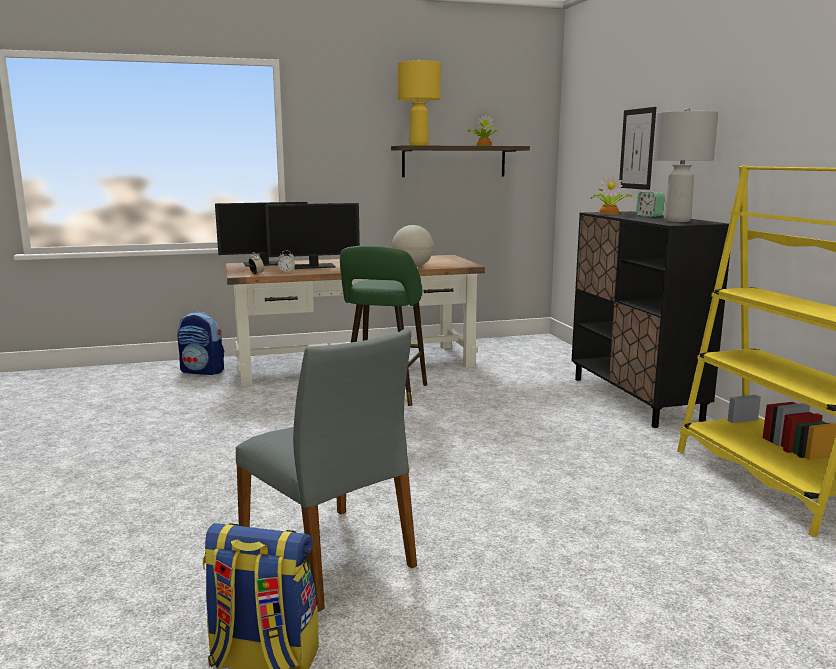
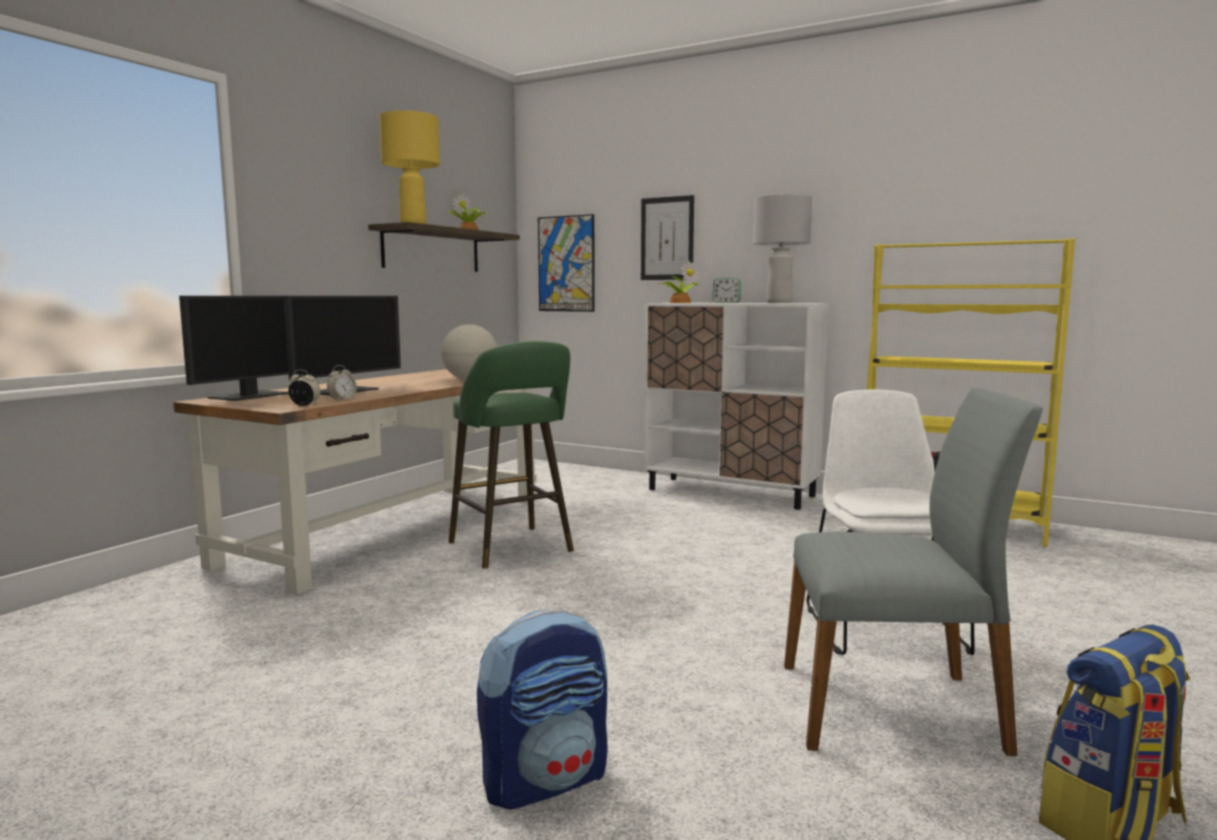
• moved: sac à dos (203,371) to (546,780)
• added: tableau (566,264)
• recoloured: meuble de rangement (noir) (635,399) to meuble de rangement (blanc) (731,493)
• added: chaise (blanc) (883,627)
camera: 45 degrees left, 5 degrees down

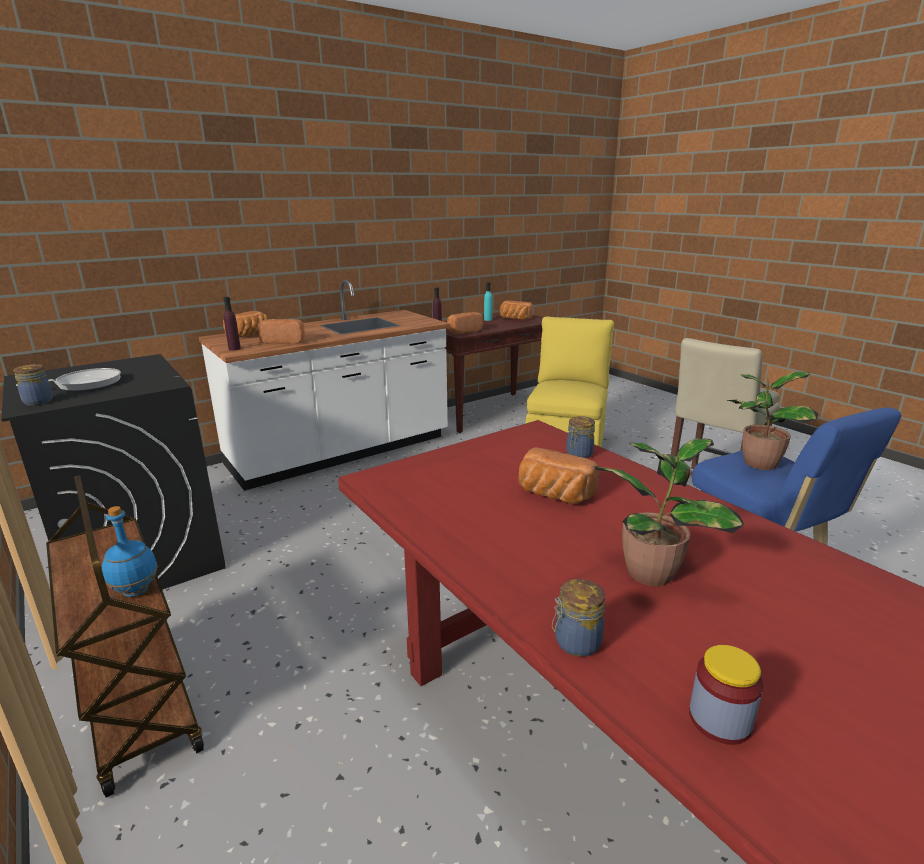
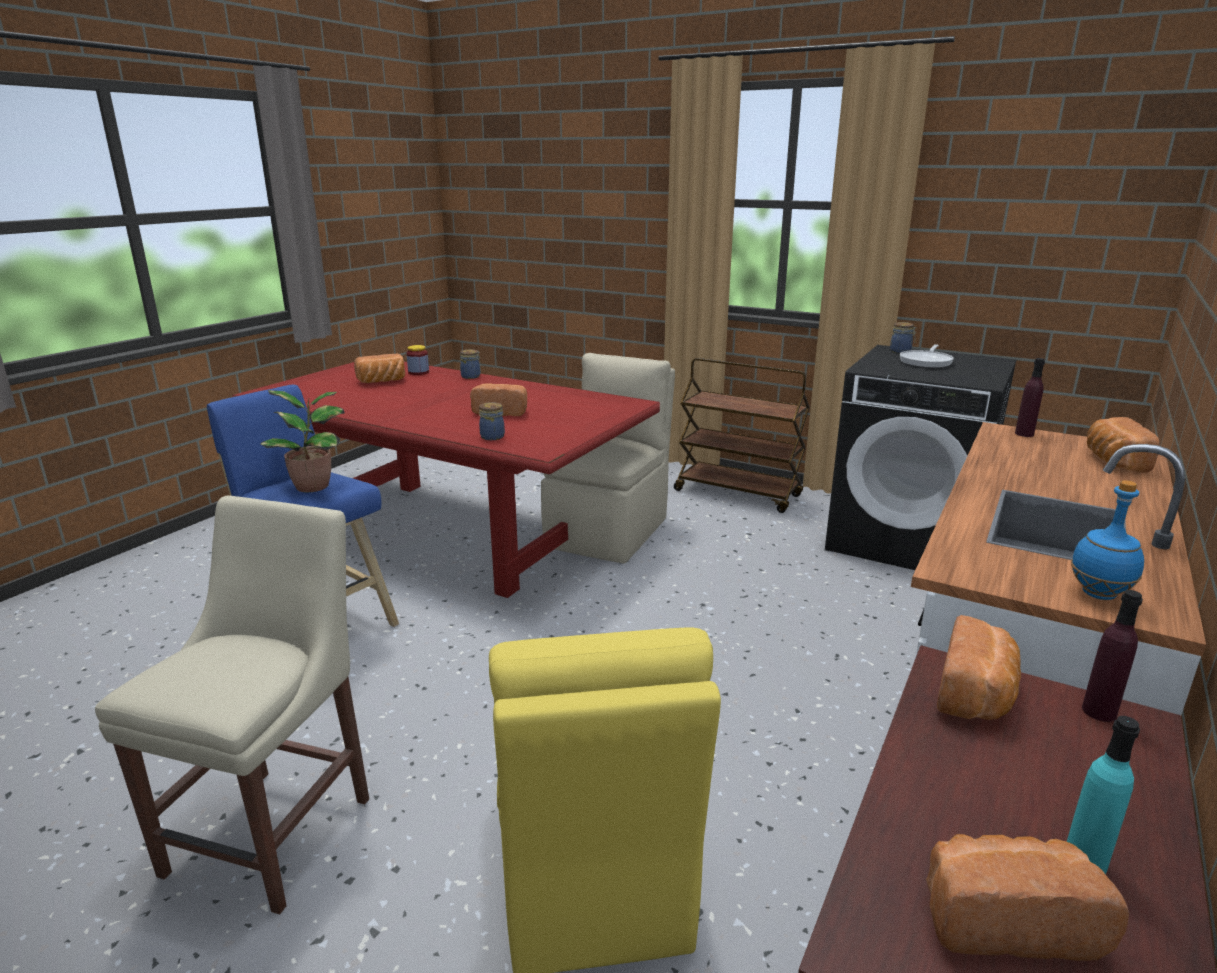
• moved: pain (284,341) to (382,382)
• added: chaise (beige) (609,531)
• moved: bouteille (bleu) (136,590) to (1099,594)
• removed: plante en pot (652,571)
camera: 155 degrees right, 0 degrees up

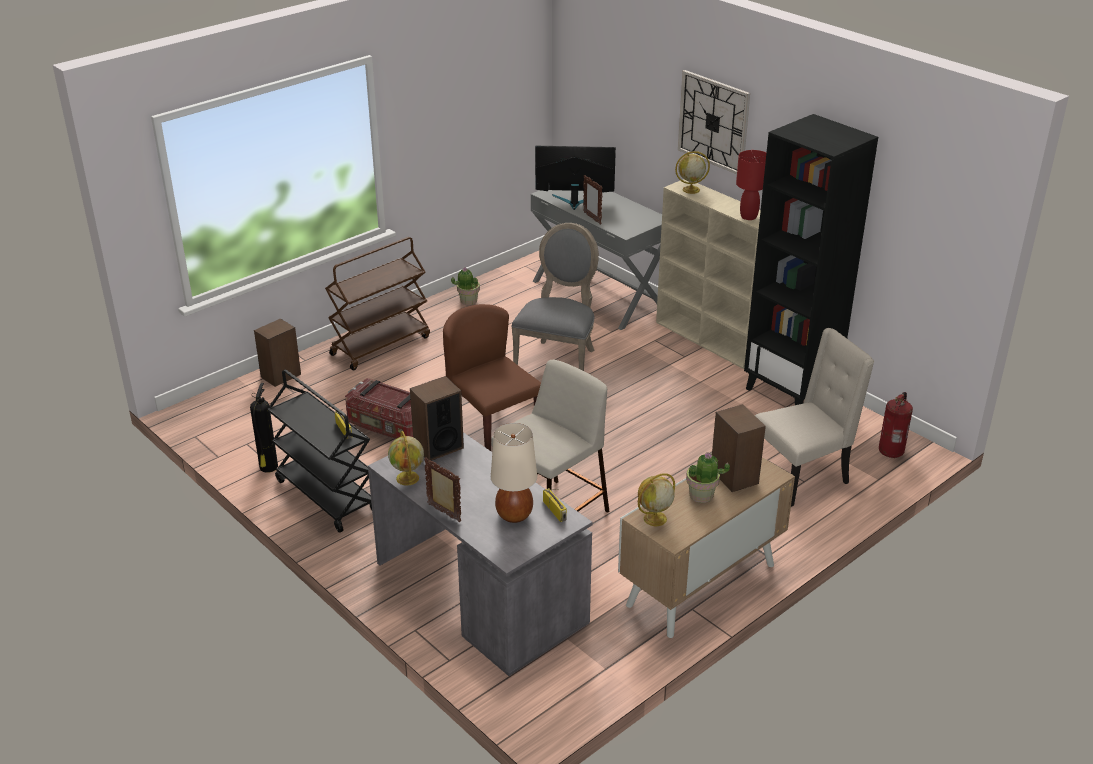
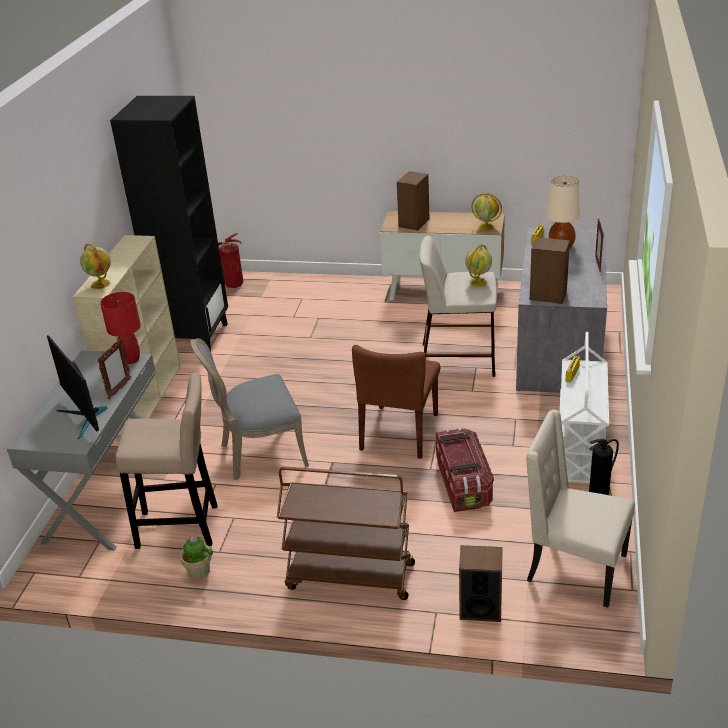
• moved: lampe de table (rouge) (749,216) to (130,359)
• added: tabouret (beige) (182,527)
• moved: globe (408,478) to (478,282)
• moved: chaise (beige) (801,476) to (574,569)
• recoloured: chariot (noir) (325,496) to chariot (blanc) (580,459)
• removed: horloge murale (713,122)
• removed: plante en pot (701,495)
camera: 125 degrees left, 0 degrees up

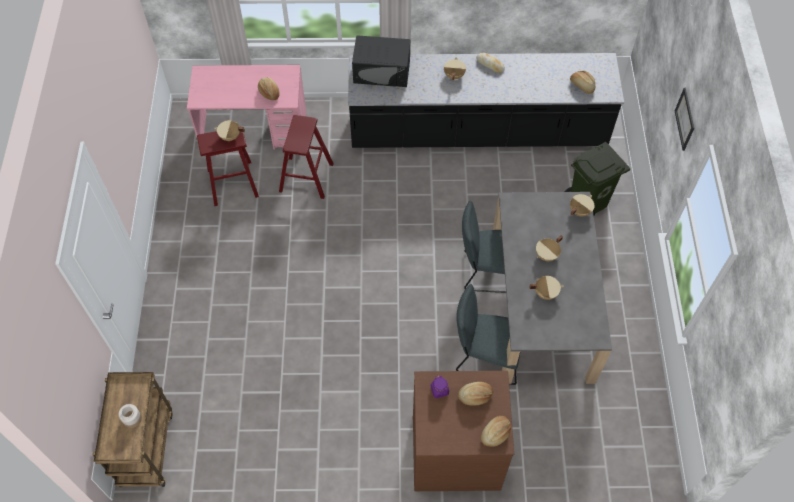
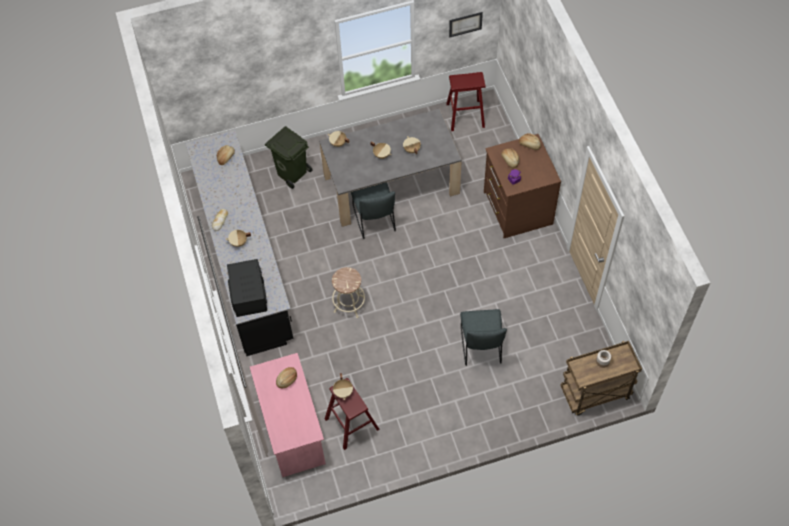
• added: tabouret (beige) (349,304)
• moved: tabouret (rouge) (306,177) to (465,115)
• moved: tableau (685,119) to (465,24)
• moved: chaise (gris) (486,356) to (481,347)
camera: 105 degrees left, 0 degrees up

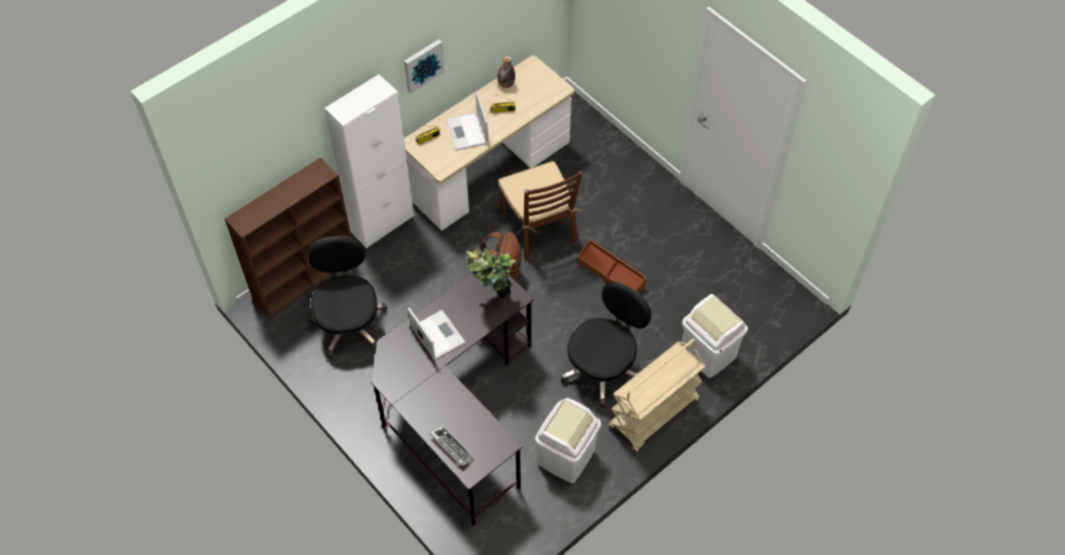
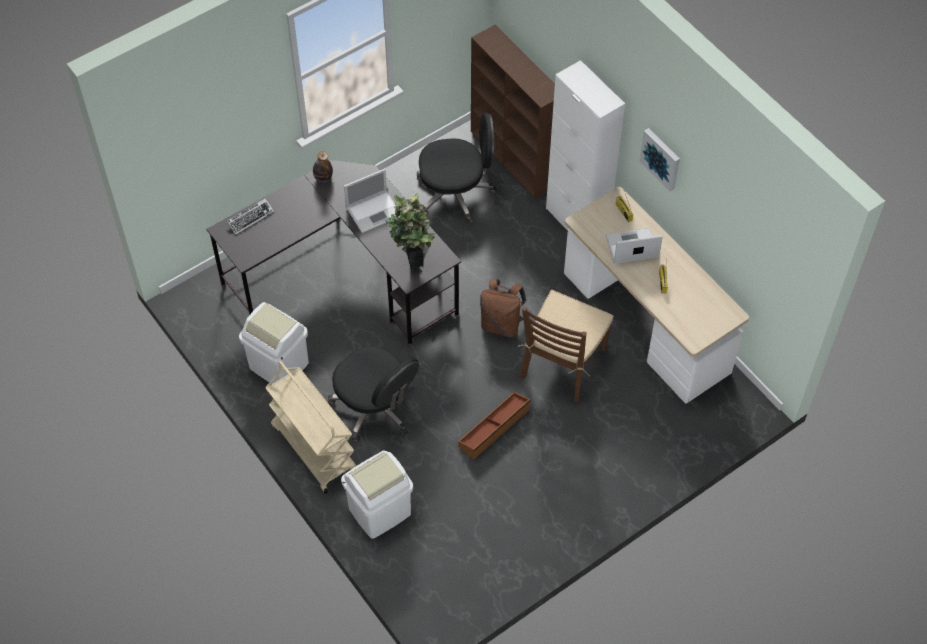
• moved: bouteille (506,84) to (323,178)
• turned: chaise (marron) (539,227) = (563,364) 45 degrees counterclockwise
camera: 95 degrees right, 0 degrees up

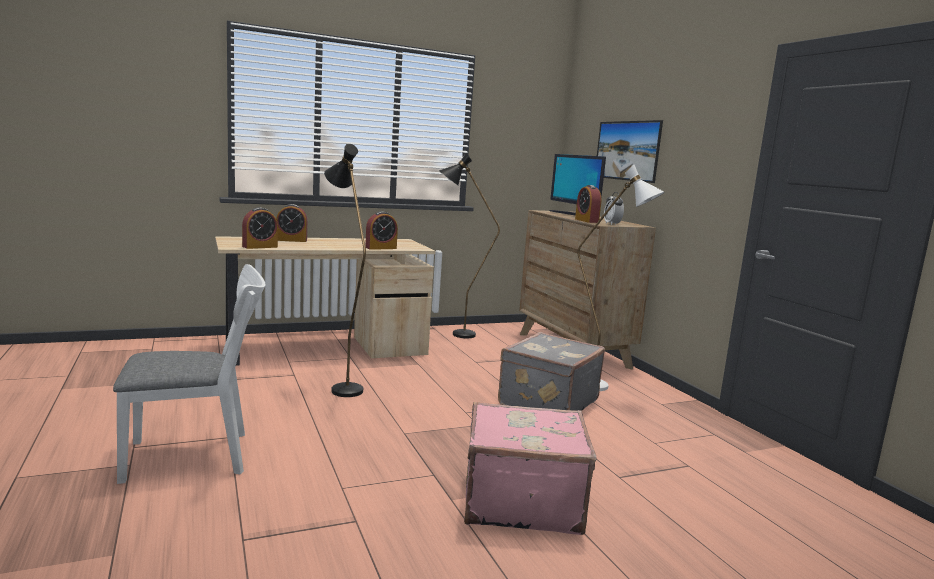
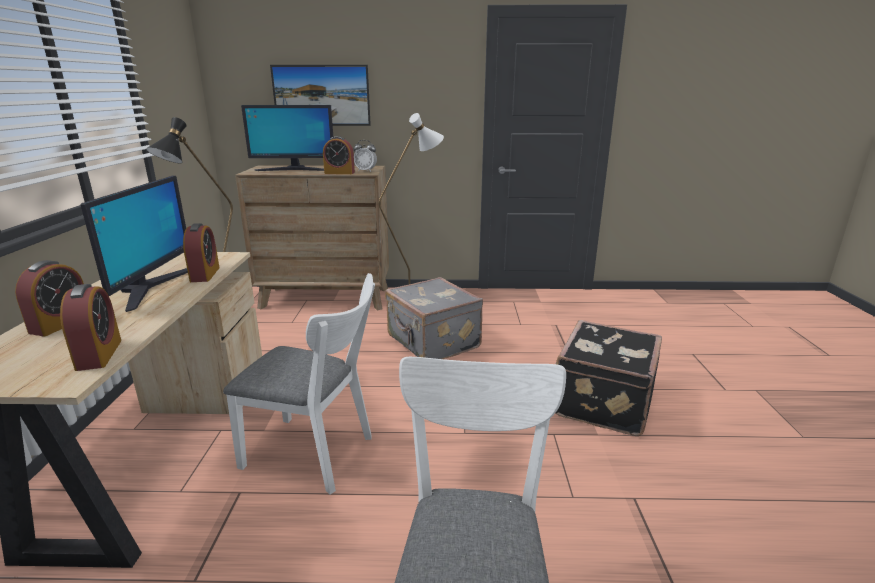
• added: écran d'ordinateur (150,288)
• replaced: lampadaire (noir) (342,387) to chaise (blanc) (316,454)
• recoloured: valise (rose) (520,501) to valise (noir) (601,402)
camera: 65 degrees left, 10 degrees up

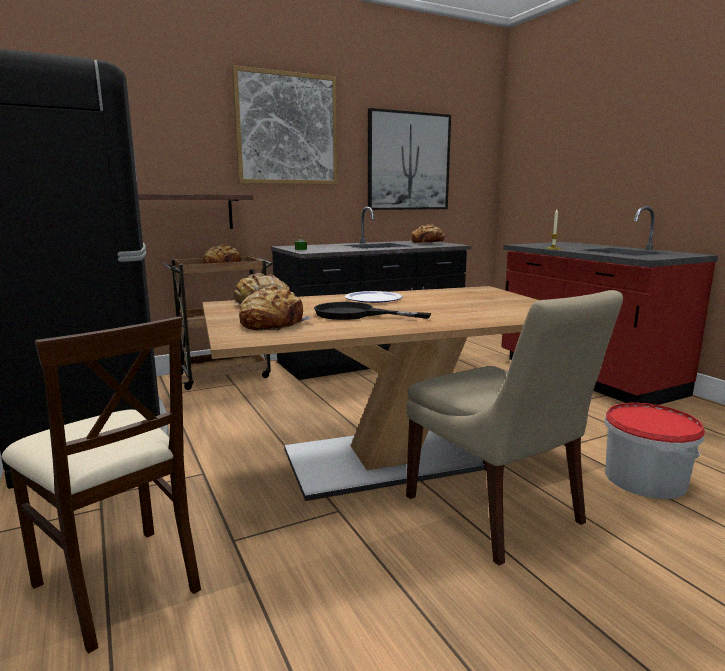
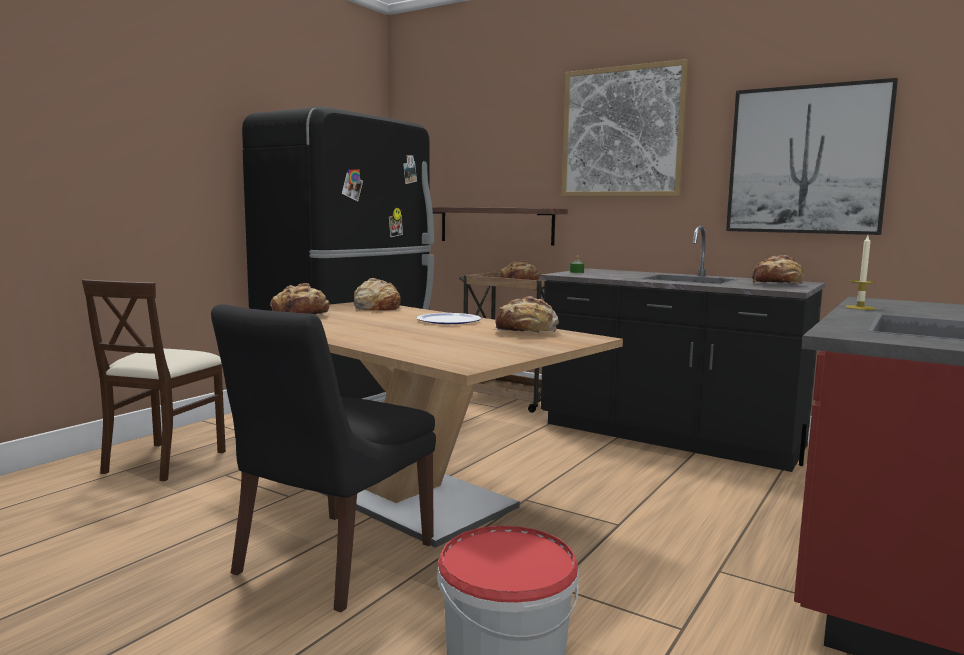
• recoloured: chaise (beige) (496,512) to chaise (noir) (331,561)
• added: pain (526,331)
• removed: poêle (noir) (355,314)
camera: 60 degrees right, 5 degrees down

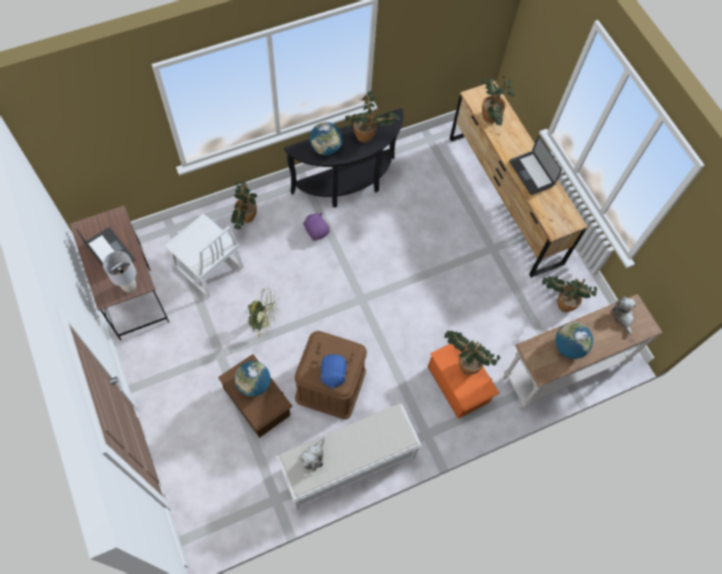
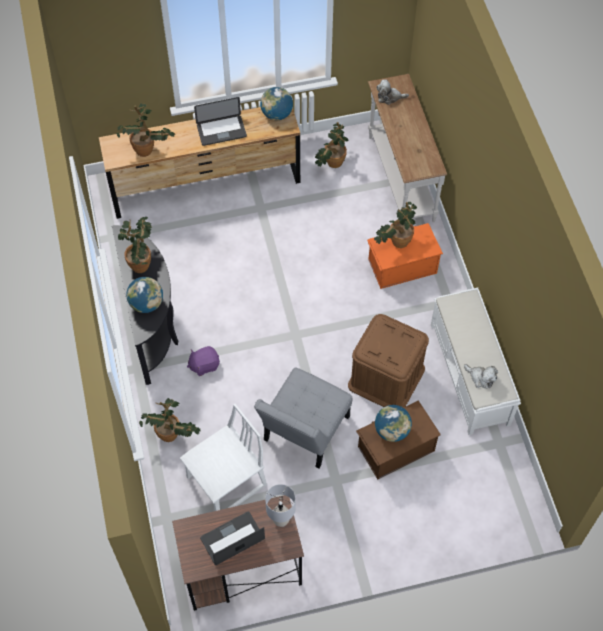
• replaced: ventilateur (vert) (263,321) to chaise (gris) (304,432)
• moved: globe (568,347) to (276,114)
• removed: peluche (bleu) (333,374)
camera: 75 degrees left, 5 degrees down

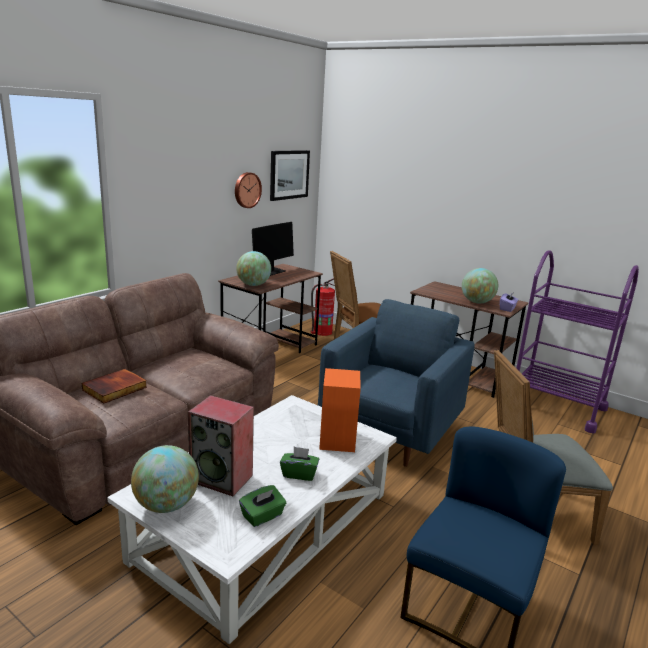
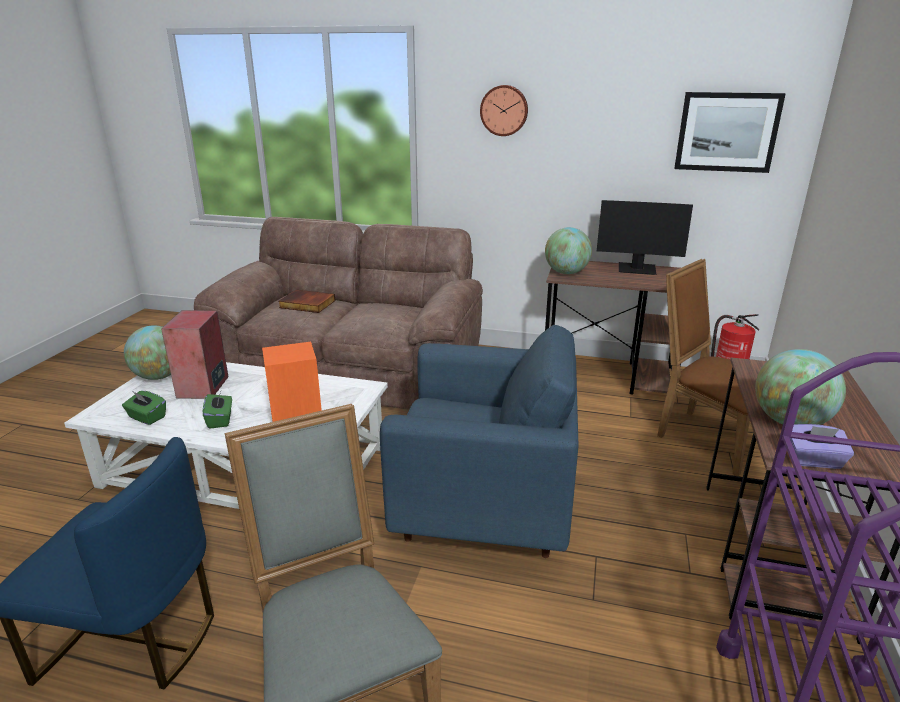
• moved: horloge murale (246,190) to (504,110)
camera: 70 degrees right, 5 degrees up

